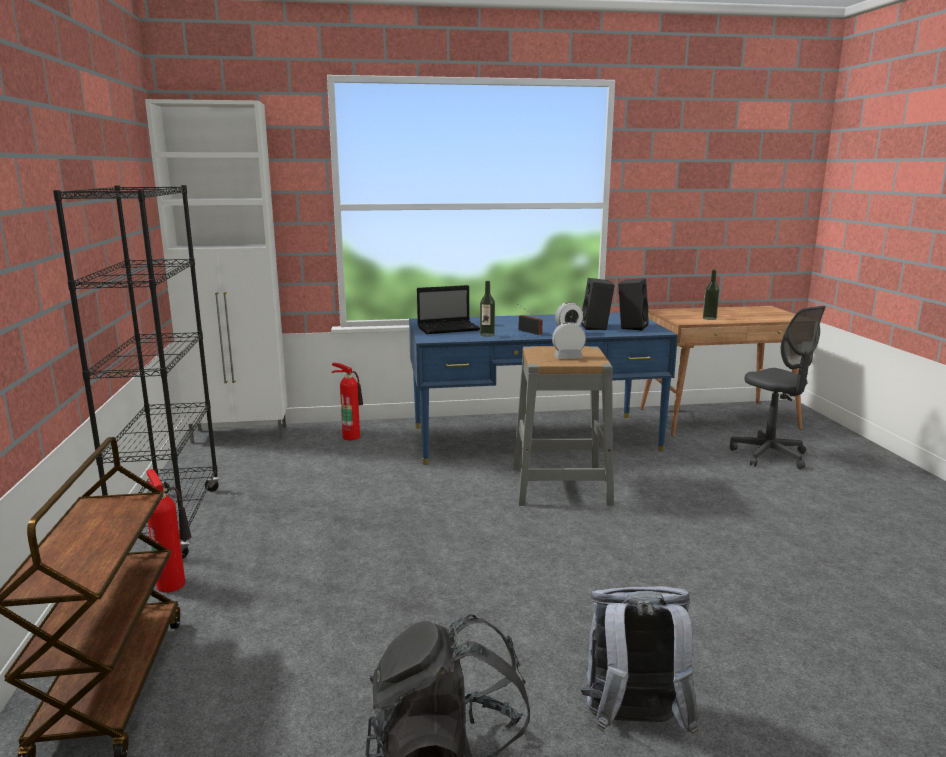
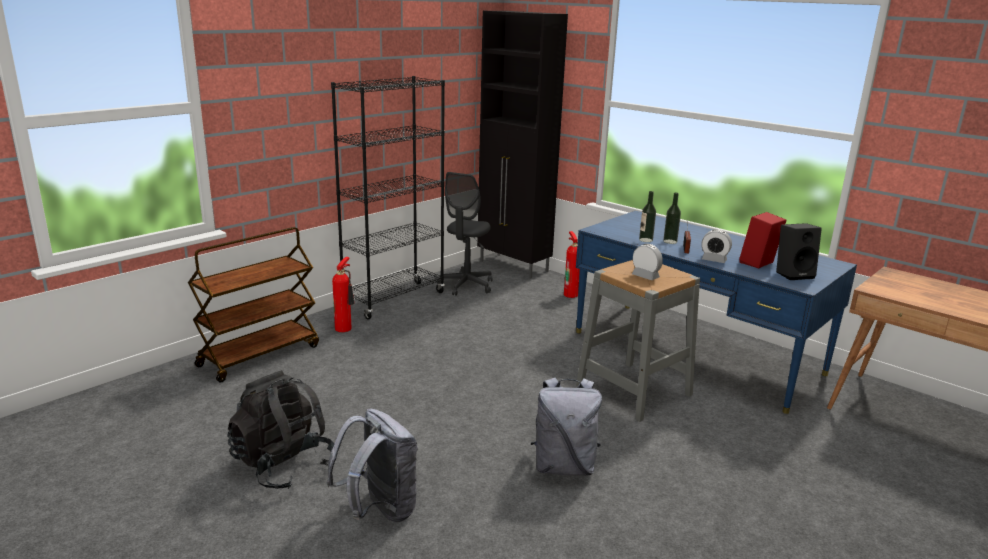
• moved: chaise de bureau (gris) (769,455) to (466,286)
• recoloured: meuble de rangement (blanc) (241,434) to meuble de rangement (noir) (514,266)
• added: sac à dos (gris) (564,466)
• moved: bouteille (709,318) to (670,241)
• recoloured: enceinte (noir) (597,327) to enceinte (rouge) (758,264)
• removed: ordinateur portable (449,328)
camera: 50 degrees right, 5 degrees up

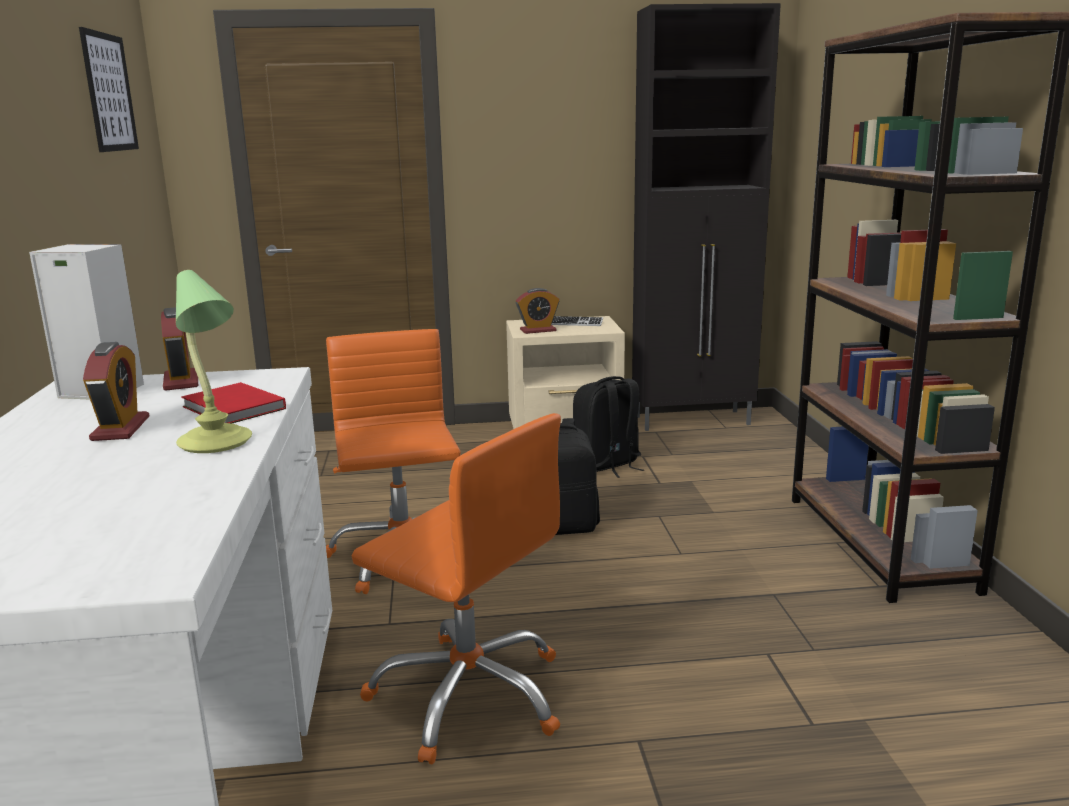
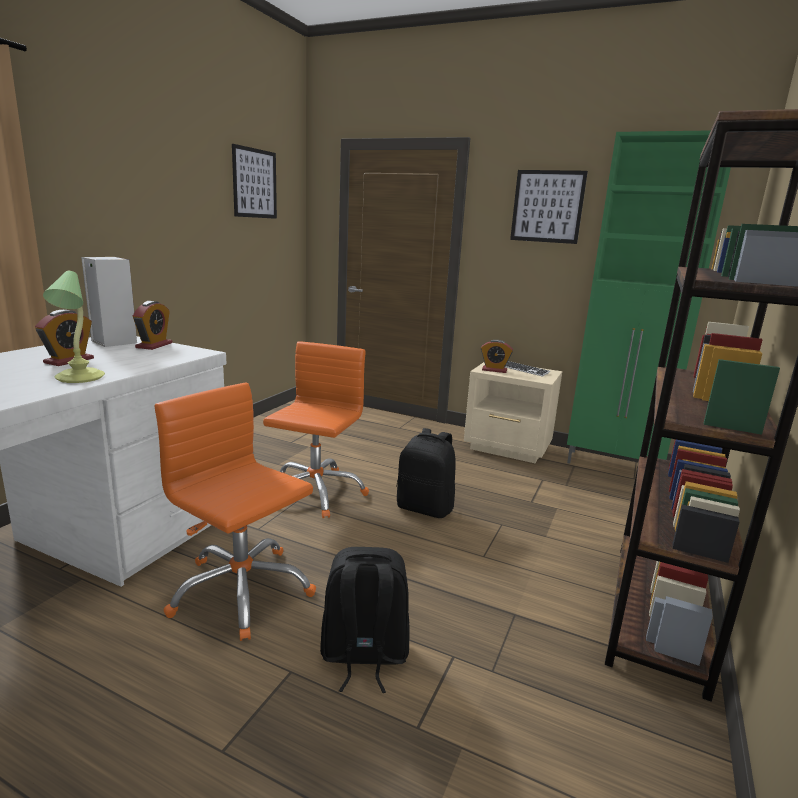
• turned: chaise de bureau (orange) (469,695) = (241,590) 150 degrees clockwise
• moved: sac à dos (noir) (607,465) to (363,656)
• added: tableau (547,206)
• recoloured: meuble de rangement (noir) (694,421) to meuble de rangement (vert) (614,466)
• removed: livre (rouge) (234,409)
camera: 30 degrees right, 0 degrees up

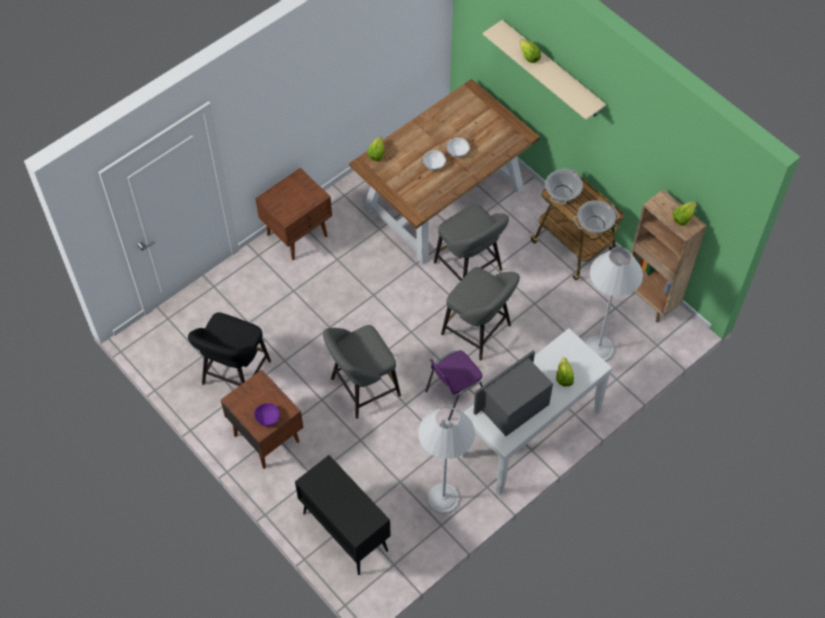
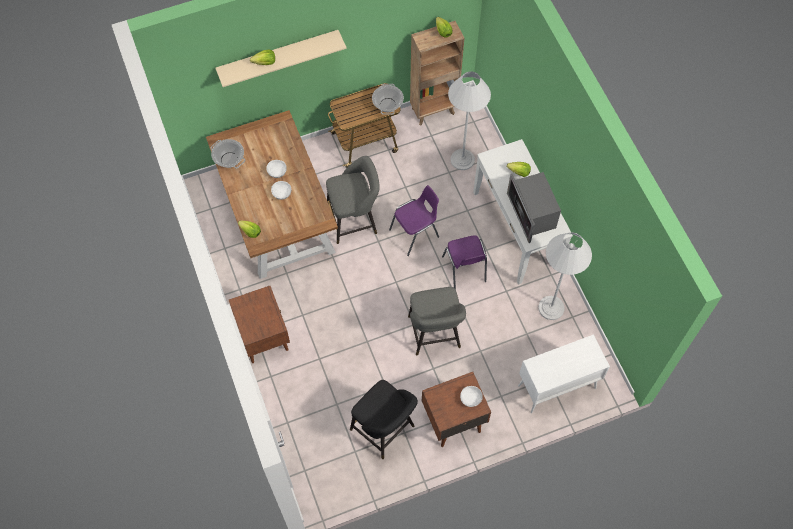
• moved: marmite (562,193) to (229,159)
• replaced: tabouret (gris) (479,332) to chaise (violet) (415,233)
• recoloured: bol (violet) (267,418) to bol (blanc) (471,399)
• recoloured: meuble de rangement (noir) (344,531) to meuble de rangement (blanc) (556,387)
camera: 70 degrees left, 5 degrees up

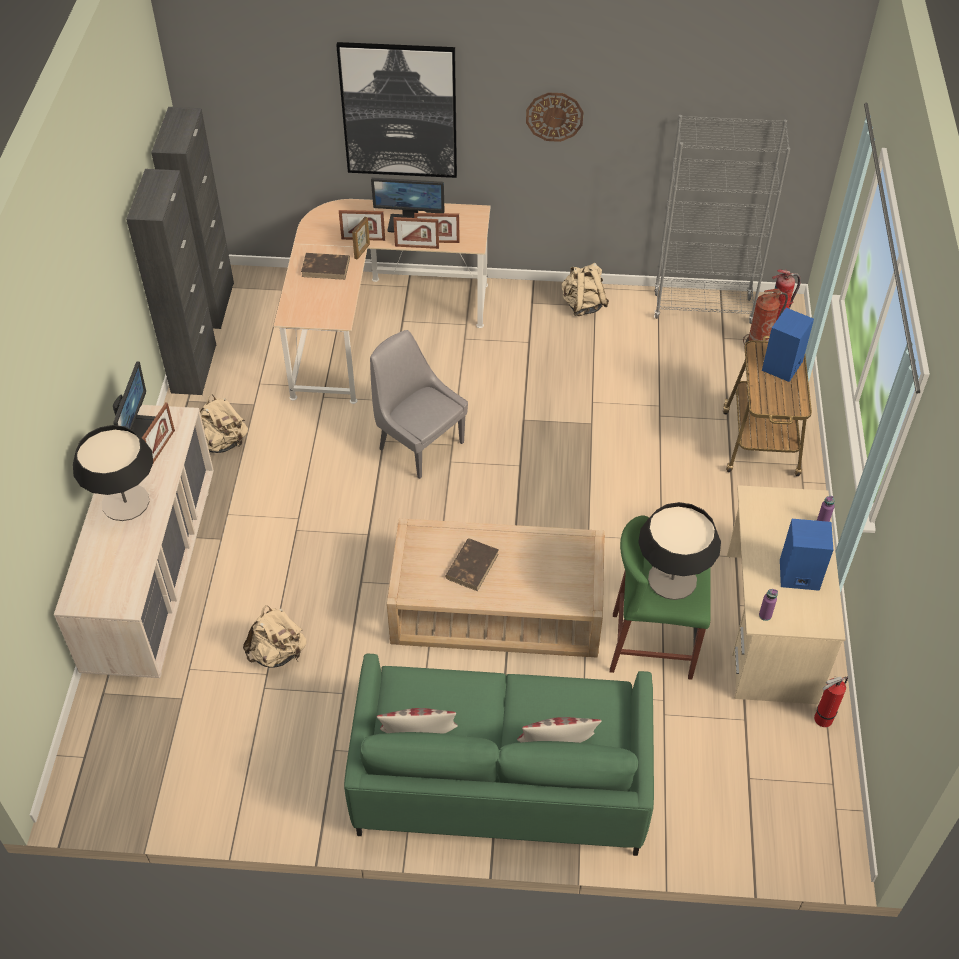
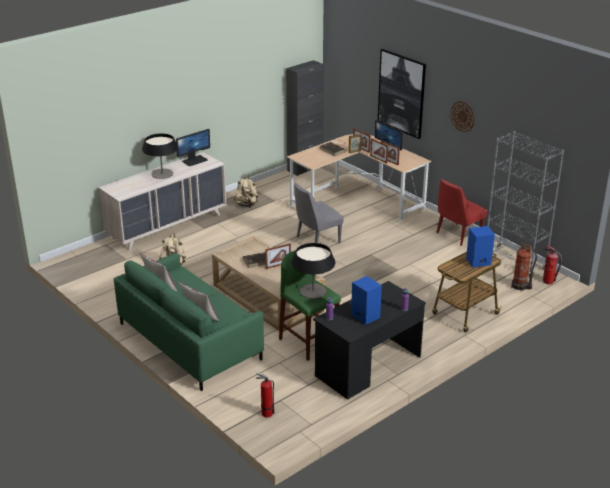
• moved: extincteur (821,720) to (265,413)
• moved: cadre photo (162,448) to (278,265)
• turned: chaise (gris) (419,444) = (316,240) 120 degrees counterclockwise
• recoloured: bureau (beige) (770,627) to bureau (noir) (368,366)
• replaced: sac à dos (beige) (583,305) to chaise (rouge) (457,235)
• removed: meuble de rangement (noir) (194,368)
camera: 45 degrees right, 20 degrees down

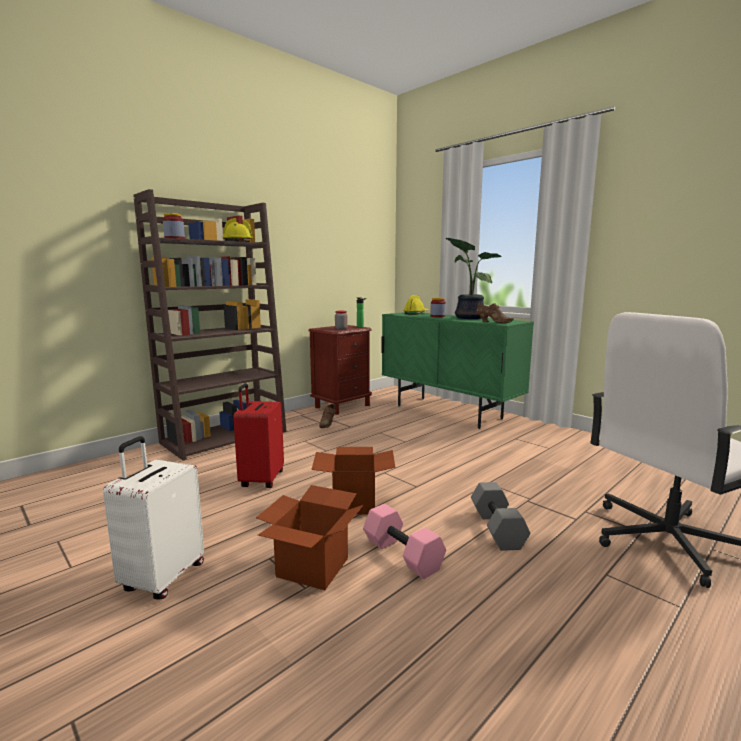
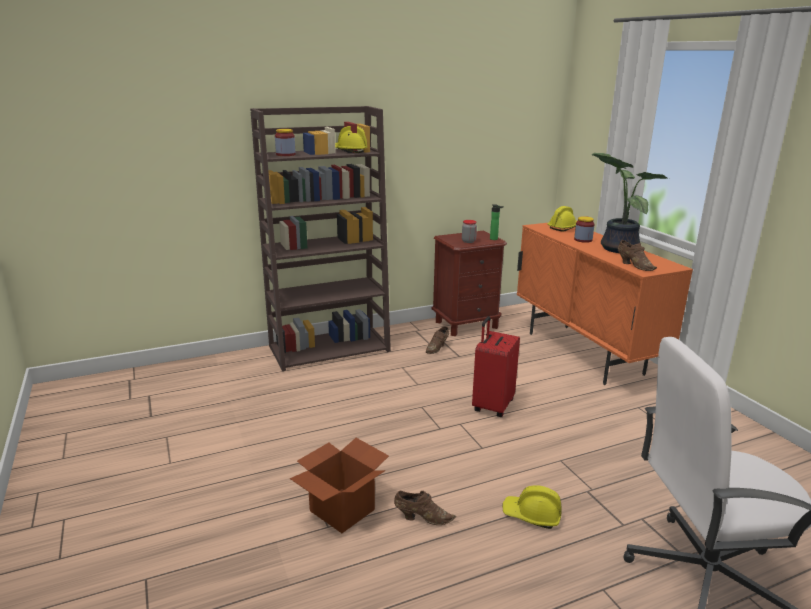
• replaced: haltère (rose) (401,555) to chaussure (marron) (422,518)
• moved: valise (rouge) (261,480) to (492,406)
• replaced: haltère (gris) (498,529) to casque de chantier (jaune) (531,515)
• recoloured: meuble de rangement (vert) (448,412) to meuble de rangement (orange) (584,353)
• removed: valise (blanc) (162,577)
• removed: carton (354,503)
camera: 20 degrees right, 10 degrees up

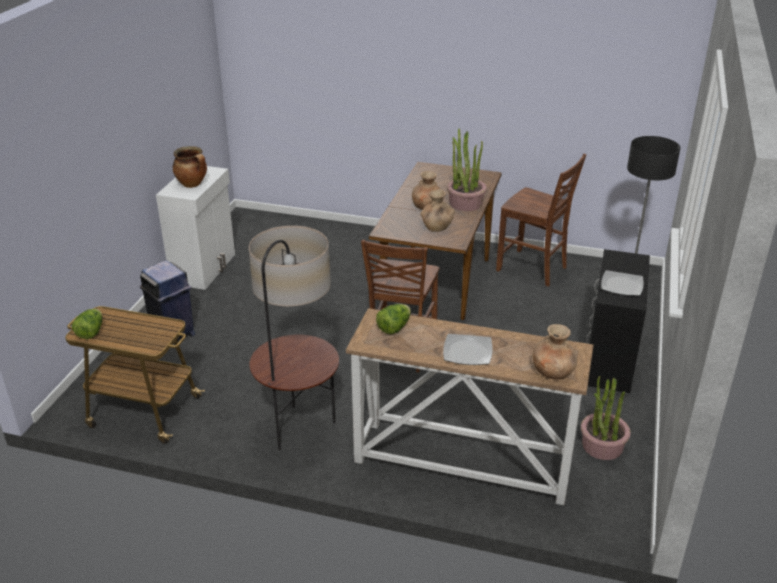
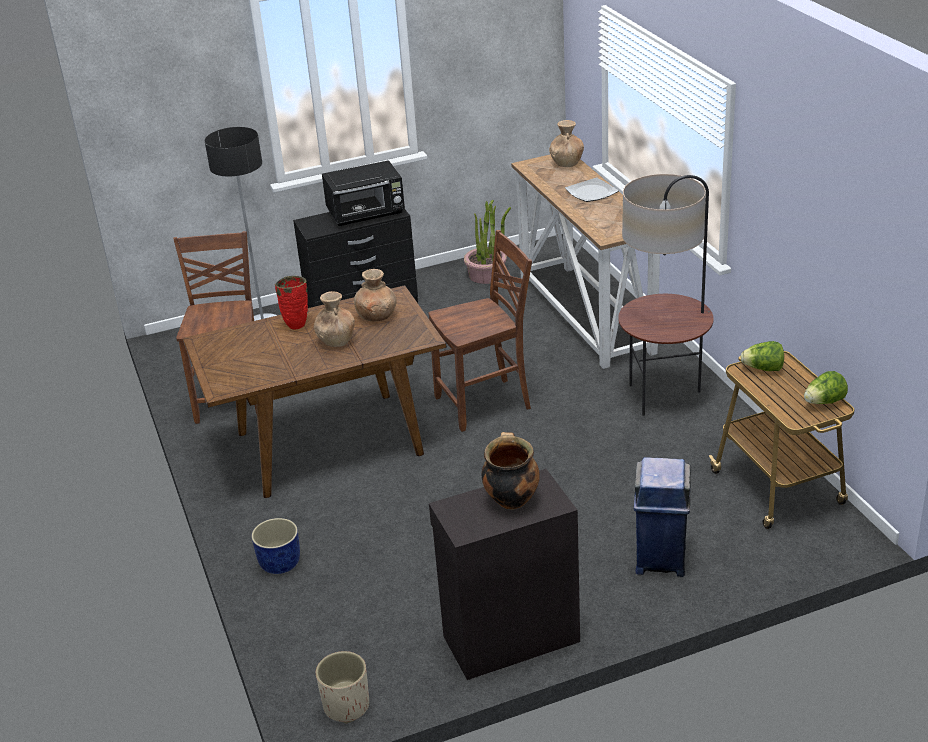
• added: cache-pot (bleu) (280,563)
• replaced: plante en pot (465,203) to vase (rouge) (297,324)
• added: cache-pot (beige) (346,706)
• replaced: assiette (622,285) to micro-ondes (noir) (367,214)
• recoloured: meuble de rangement (blanc) (205,268) to meuble de rangement (noir) (509,638)
• moved: laitue (394,328) to (763,369)
camera: 125 degrees left, 0 degrees up

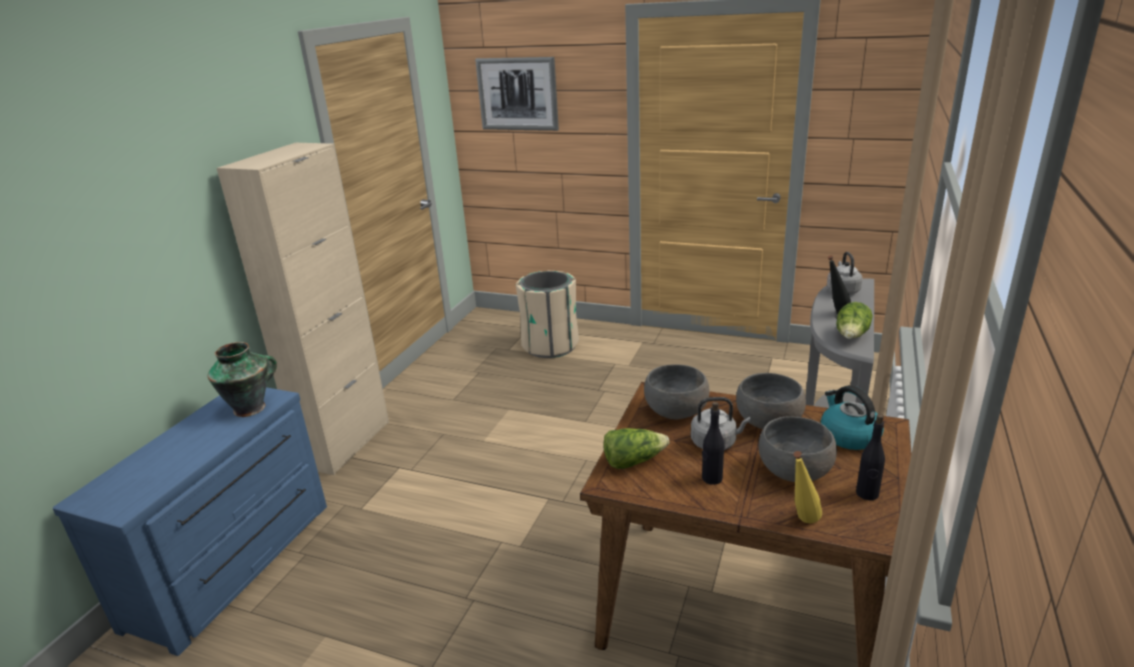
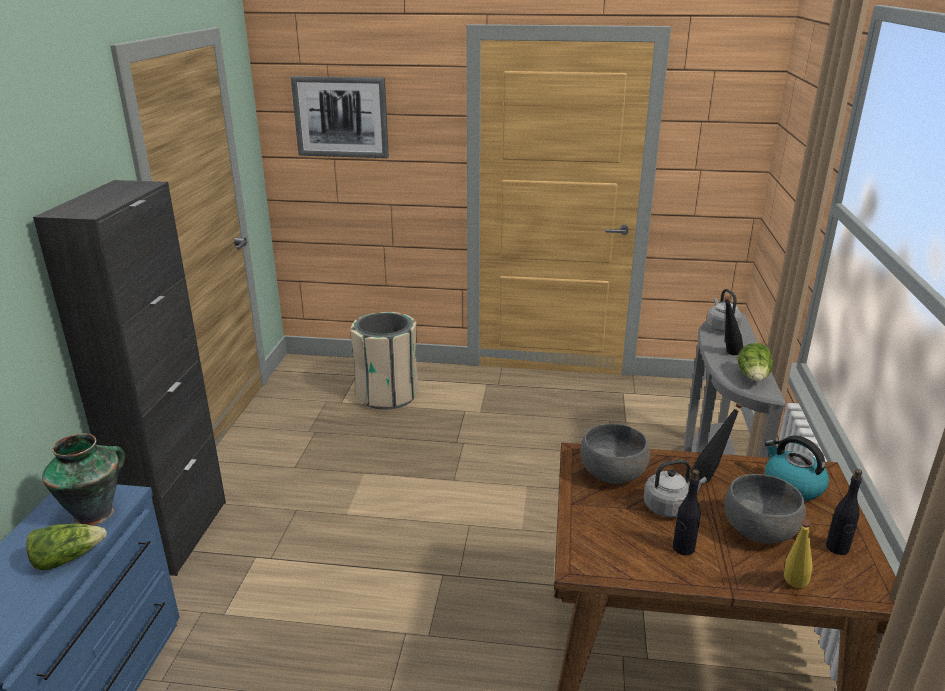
• moved: laitue (633,461) to (67,558)
• recoloured: meuble de rangement (beige) (346,444) to meuble de rangement (noir) (179,534)
• replaced: bol (gris) (768,421) to bouteille (noir) (710,477)
camera: 15 degrees left, 0 degrees up

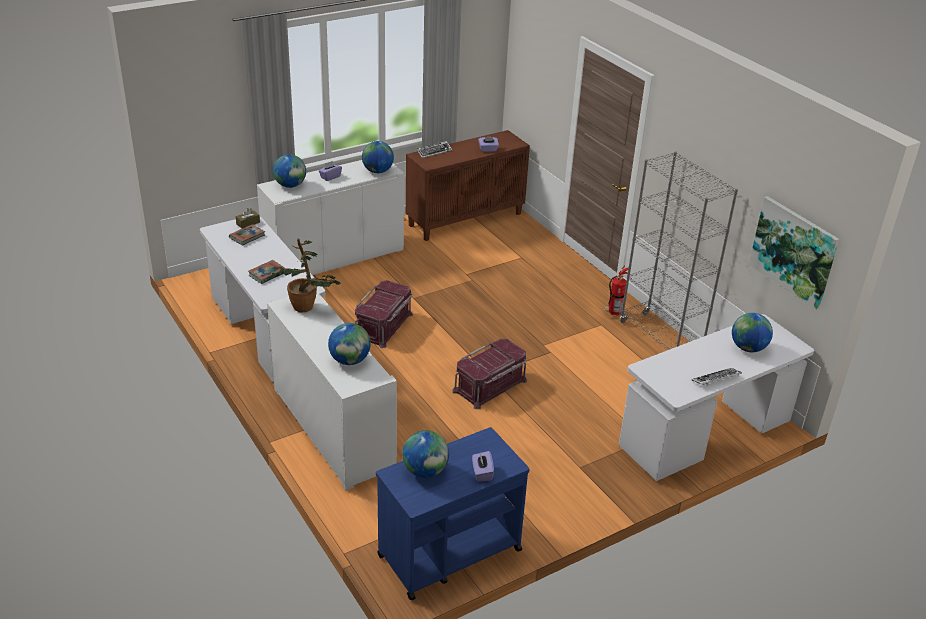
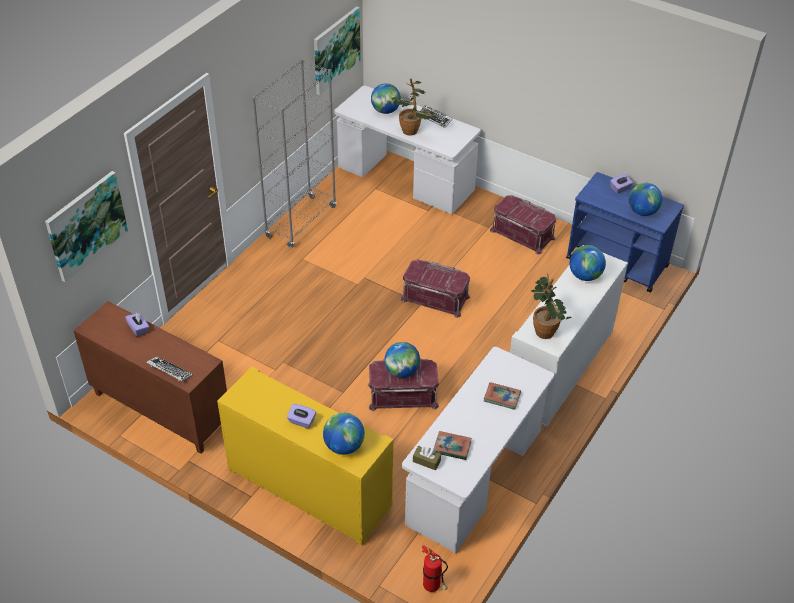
• added: tableau (86,225)
• recoloured: meuble de rangement (blanc) (334,257) to meuble de rangement (jaune) (309,488)
• moved: globe (377,171) to (402,371)
• added: plante en pot (412,133)
• moved: extincteur (613,313) to (433,587)
• added: boîte de rangement (rouge) (523,234)
camera: 115 degrees left, 10 degrees up

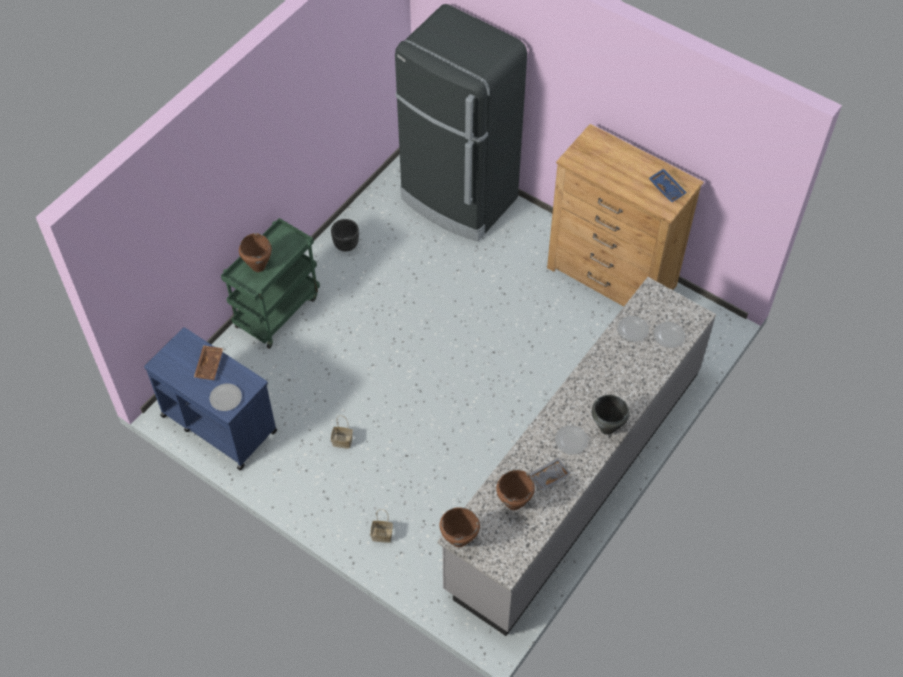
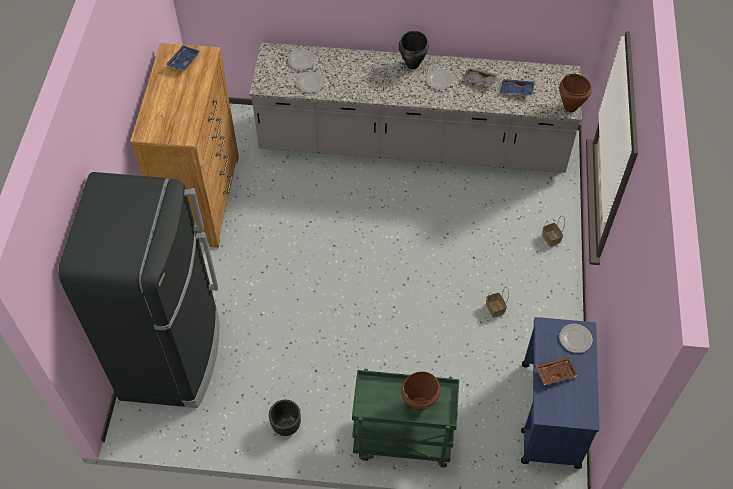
• replaced: marmite (marron) (513,503) to plateau (bleu) (516,90)
camera: 120 degrees left, 0 degrees up

